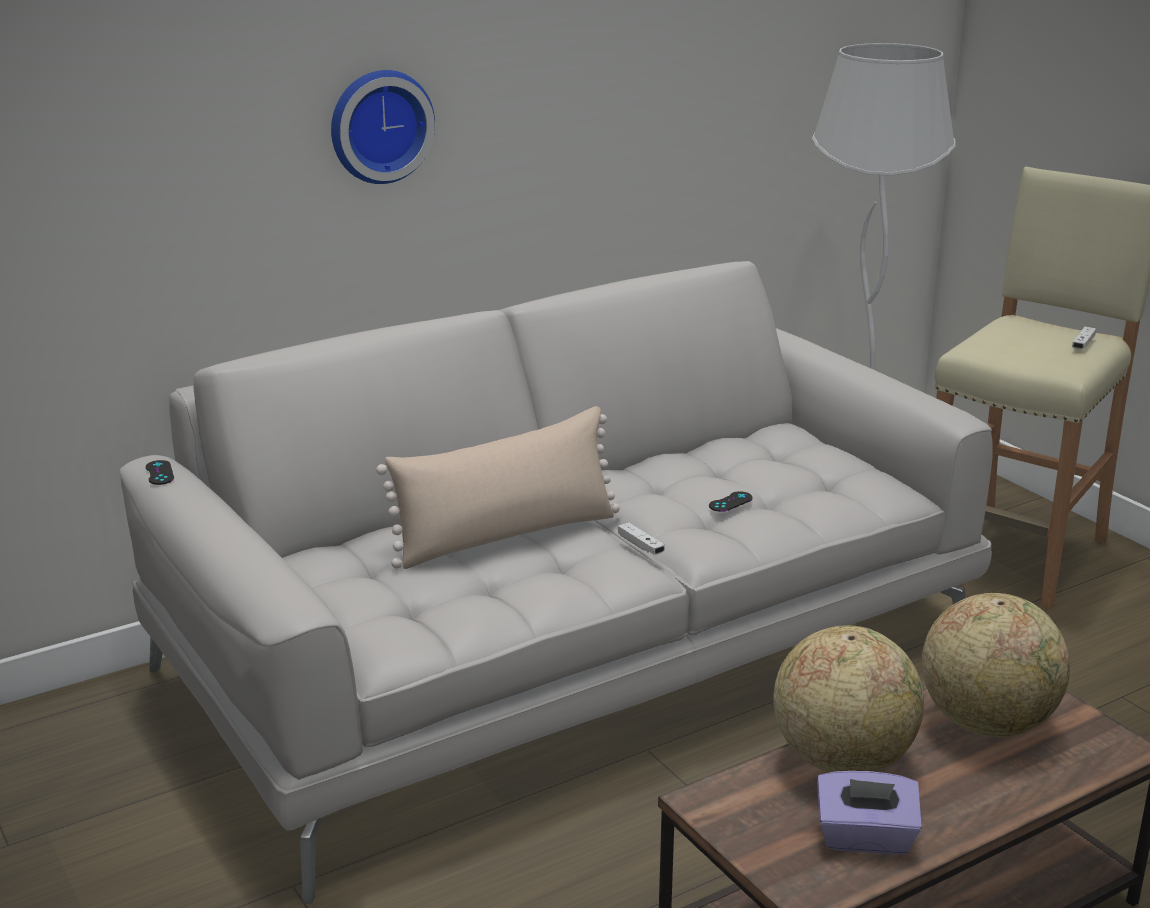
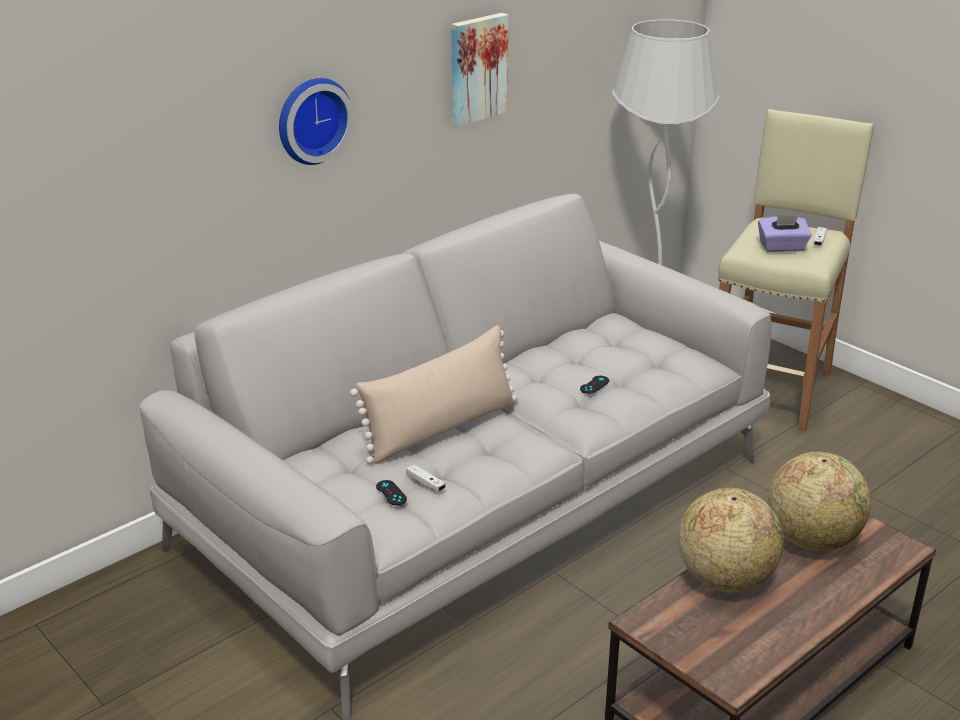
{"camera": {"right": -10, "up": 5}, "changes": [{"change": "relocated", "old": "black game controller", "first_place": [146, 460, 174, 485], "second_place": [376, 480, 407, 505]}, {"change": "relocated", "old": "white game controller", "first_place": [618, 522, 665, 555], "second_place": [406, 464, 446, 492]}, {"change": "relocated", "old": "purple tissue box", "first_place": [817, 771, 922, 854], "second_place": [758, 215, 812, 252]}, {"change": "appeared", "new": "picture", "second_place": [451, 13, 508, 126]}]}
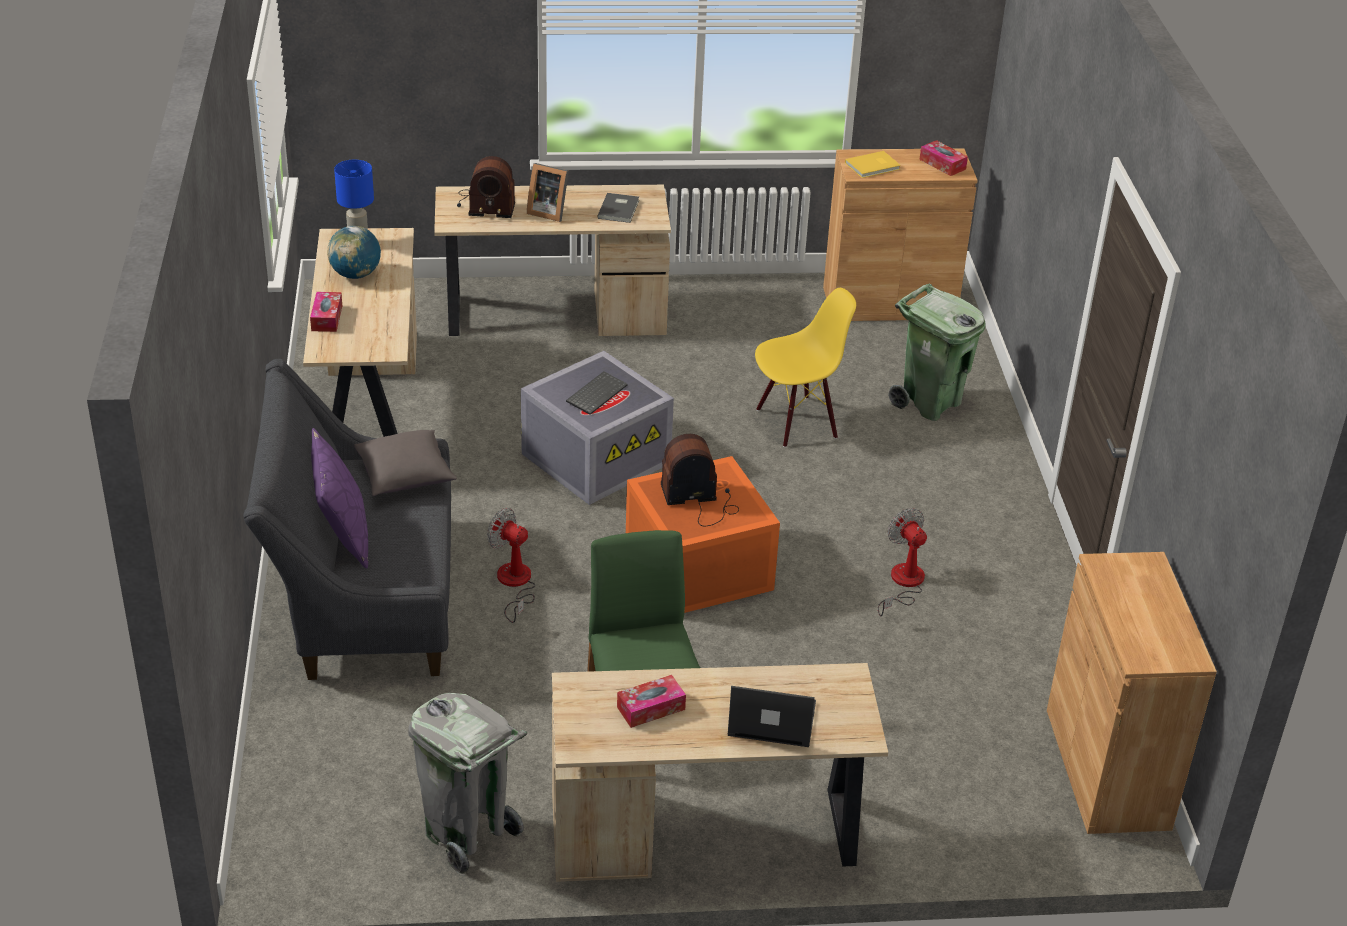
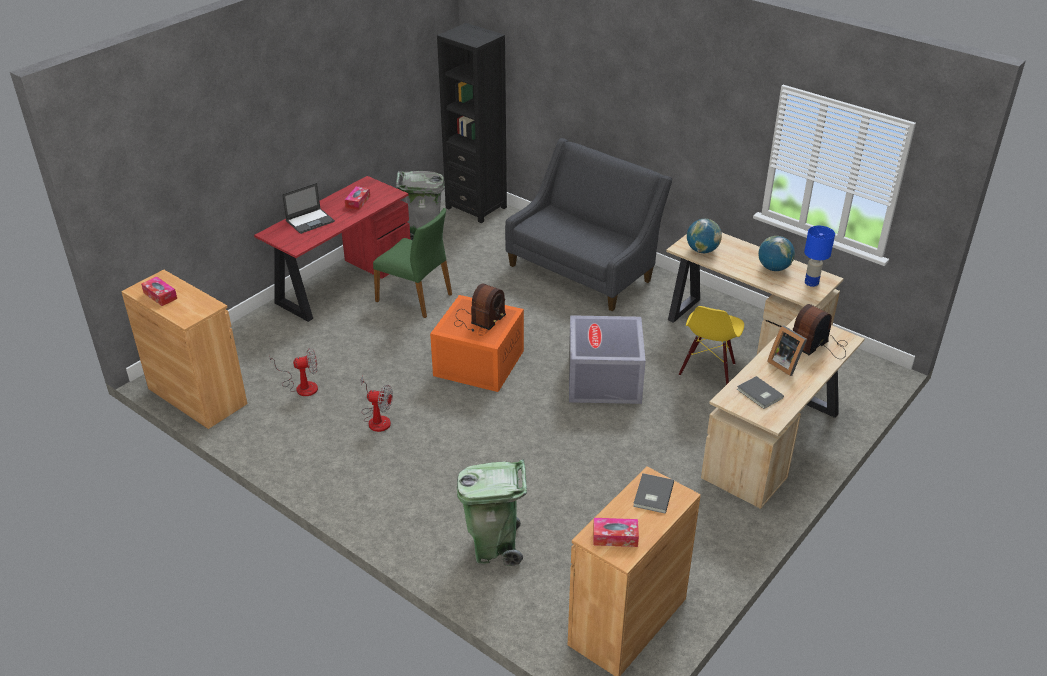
{"camera": {"right": 135, "up": 0}, "changes": [{"change": "colour", "old": "yellow book", "new": "grey book", "first_place": [845, 151, 901, 178], "second_place": [633, 473, 674, 513]}, {"change": "spun", "old": "picture frame", "first_place": [527, 163, 569, 222], "second_place": [767, 325, 807, 376], "degrees": -105}, {"change": "relocated", "old": "yellow chair", "first_place": [755, 288, 856, 448], "second_place": [679, 306, 744, 385]}, {"change": "relocated", "old": "tissue box", "first_place": [310, 292, 342, 332], "second_place": [141, 277, 177, 306]}, {"change": "missing", "old": "keyboard", "first_place": [566, 371, 628, 415]}, {"change": "missing", "old": "purple pillow", "first_place": [311, 428, 368, 569]}, {"change": "missing", "old": "grey pillow", "first_place": [354, 430, 457, 496]}, {"change": "relocated", "old": "fan", "first_place": [487, 508, 536, 623], "second_place": [269, 348, 318, 396]}, {"change": "colour", "old": "beige desk", "new": "red desk", "first_place": [552, 663, 888, 882], "second_place": [254, 176, 411, 322]}, {"change": "appeared", "new": "black bookcase", "second_place": [437, 23, 507, 223]}, {"change": "appeared", "new": "globe", "second_place": [687, 219, 722, 253]}]}
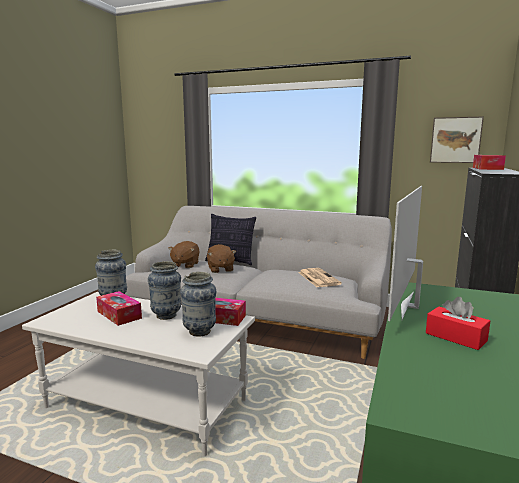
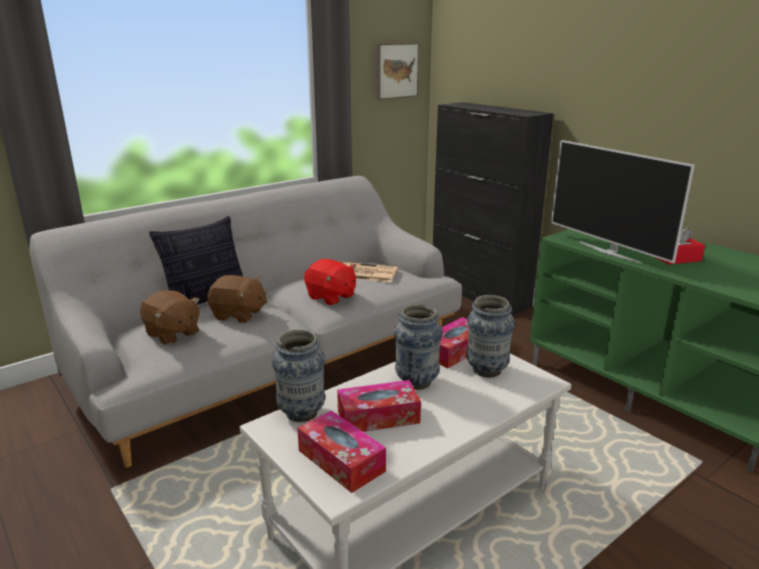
{"camera": {"right": -60, "up": 10}, "changes": [{"change": "relocated", "old": "tissue box", "first_place": [473, 155, 506, 170], "second_place": [297, 410, 386, 493]}, {"change": "appeared", "new": "red plush toy", "second_place": [304, 259, 356, 305]}]}
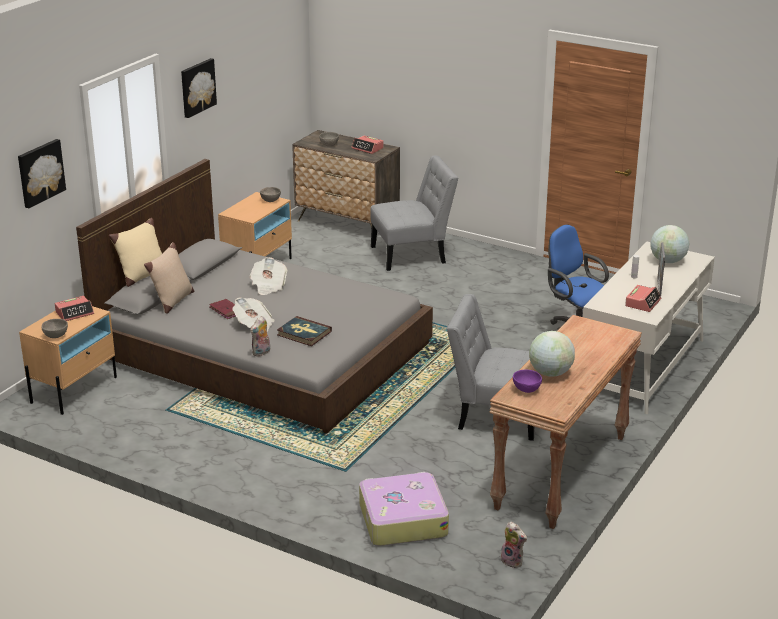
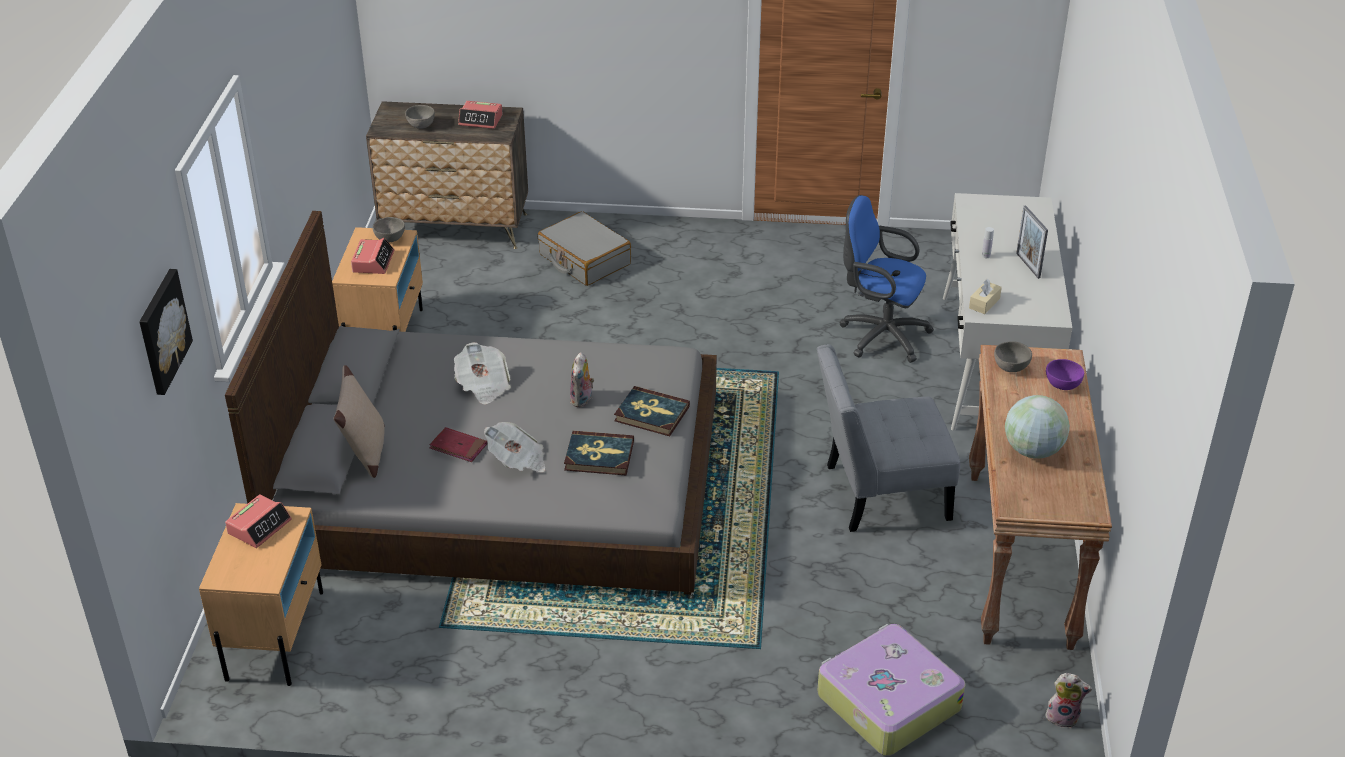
{"camera": {"right": -25, "up": 10}, "changes": [{"change": "missing", "old": "picture", "first_place": [181, 58, 217, 118]}, {"change": "exchanged", "old": "grey chair", "new": "grey suitcase", "first_place": [370, 156, 458, 271], "second_place": [538, 211, 631, 286]}, {"change": "missing", "old": "beige pillow", "first_place": [109, 218, 162, 287]}, {"change": "missing", "old": "globe", "first_place": [650, 225, 689, 263]}, {"change": "relocated", "old": "alarm clock", "first_place": [625, 285, 661, 312], "second_place": [351, 238, 394, 274]}, {"change": "relocated", "old": "plush toy", "first_place": [250, 316, 270, 357], "second_place": [570, 352, 594, 407]}, {"change": "relocated", "old": "grey bowl", "first_place": [41, 319, 68, 338], "second_place": [994, 341, 1032, 372]}, {"change": "relocated", "old": "purple bowl", "first_place": [513, 369, 542, 393], "second_place": [1046, 359, 1084, 390]}, {"change": "appeared", "new": "beige tissue box", "second_place": [969, 279, 1002, 314]}, {"change": "appeared", "new": "book", "second_place": [614, 386, 690, 436]}]}
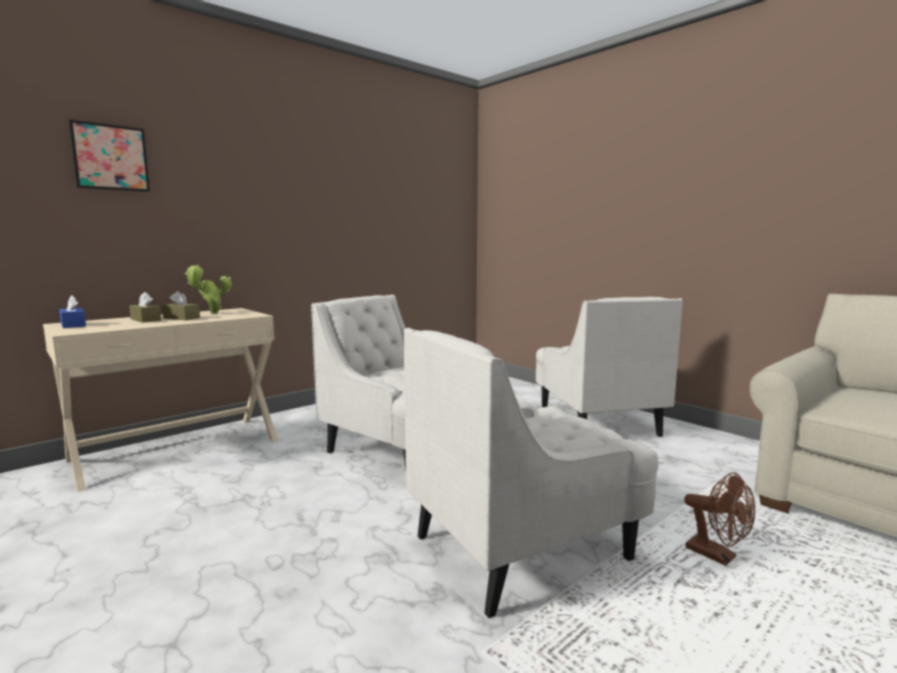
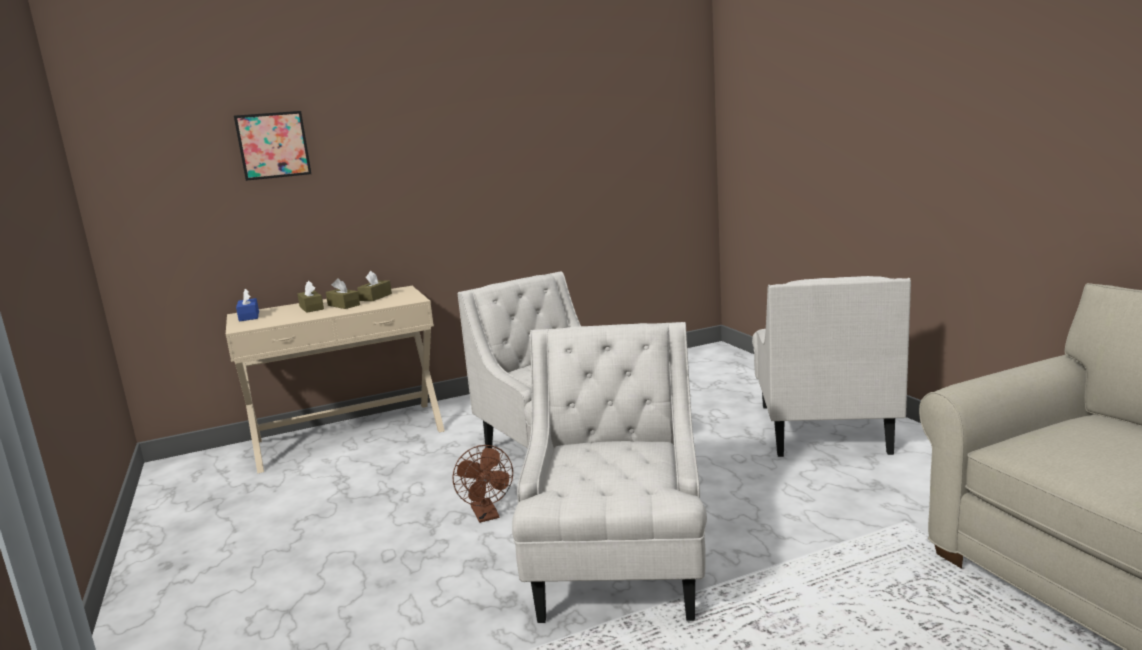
{"camera": {"right": 20, "up": 5}, "changes": [{"change": "exchanged", "old": "potted plant", "new": "brown tissue box", "first_place": [185, 265, 232, 314], "second_place": [357, 271, 392, 301]}, {"change": "spun", "old": "white armchair", "first_place": [404, 328, 659, 618], "second_place": [512, 322, 707, 623], "degrees": 105}, {"change": "relocated", "old": "brown fan", "first_place": [684, 472, 755, 566], "second_place": [452, 445, 513, 523]}]}
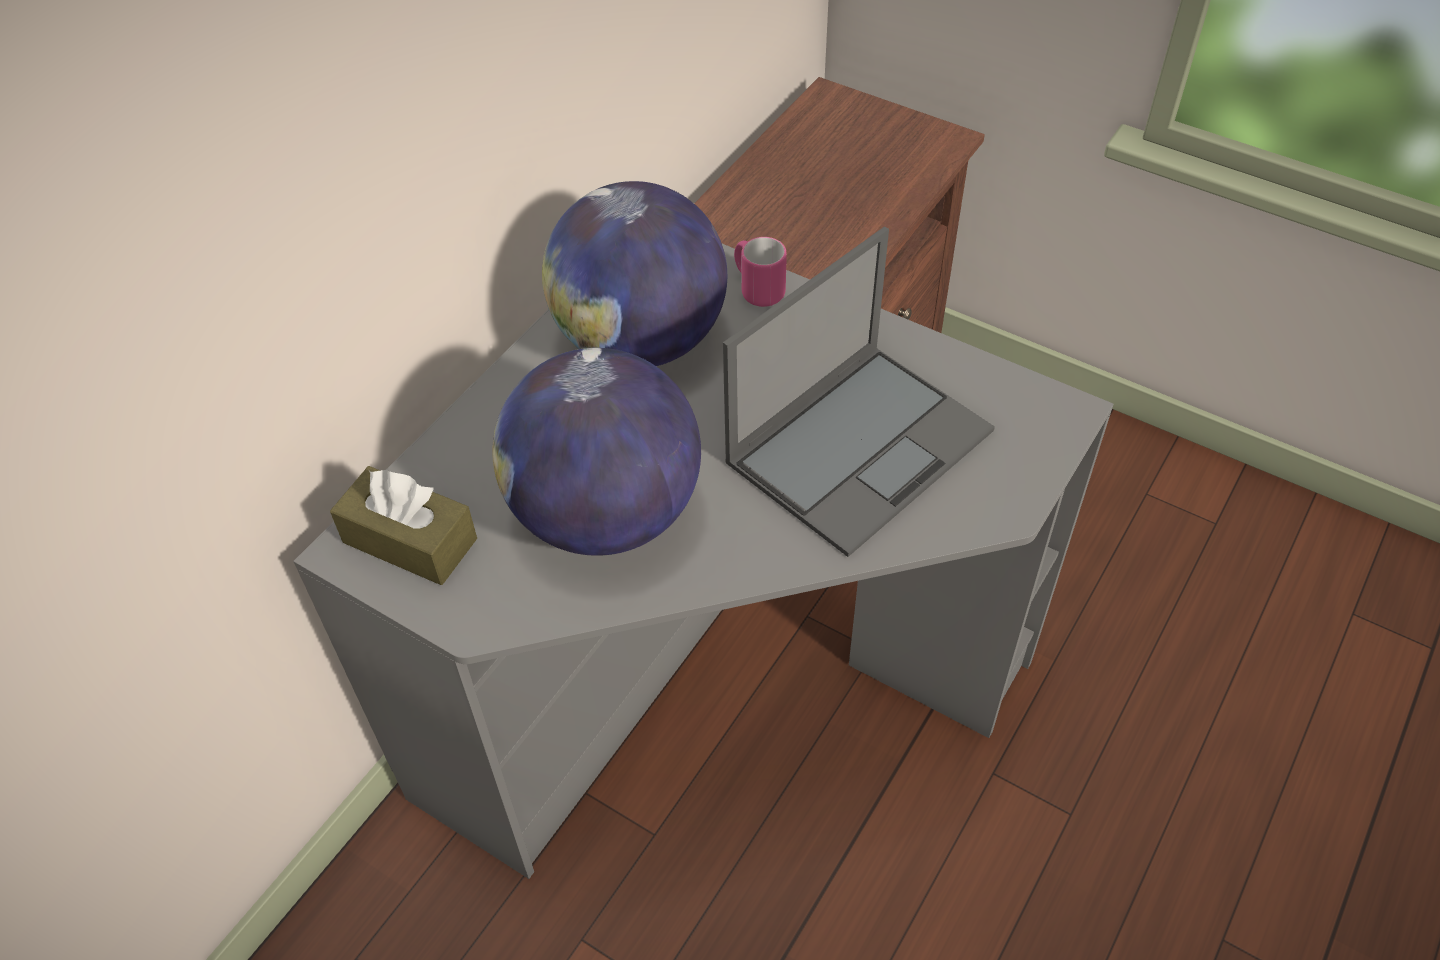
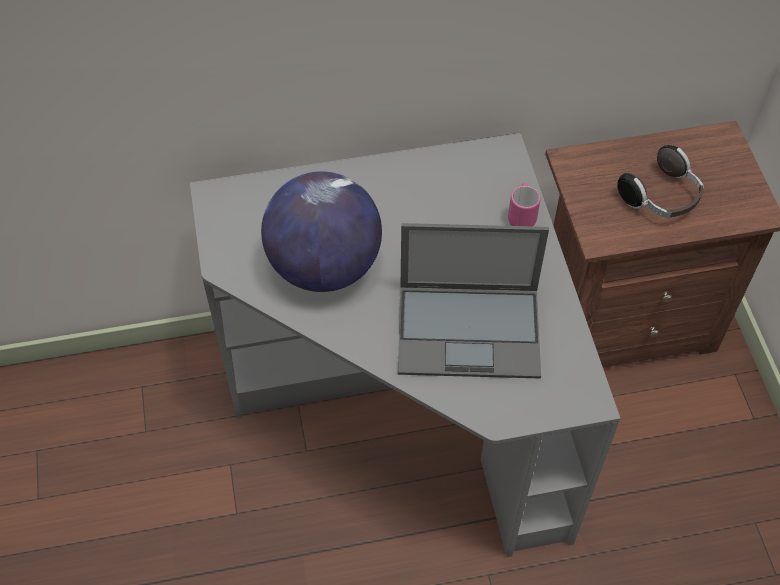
{"camera": {"right": 45, "up": 5}, "changes": [{"change": "missing", "old": "globe", "first_place": [542, 181, 727, 366]}, {"change": "missing", "old": "brown tissue box", "first_place": [330, 466, 477, 585]}, {"change": "appeared", "new": "headphones", "second_place": [617, 145, 704, 218]}]}
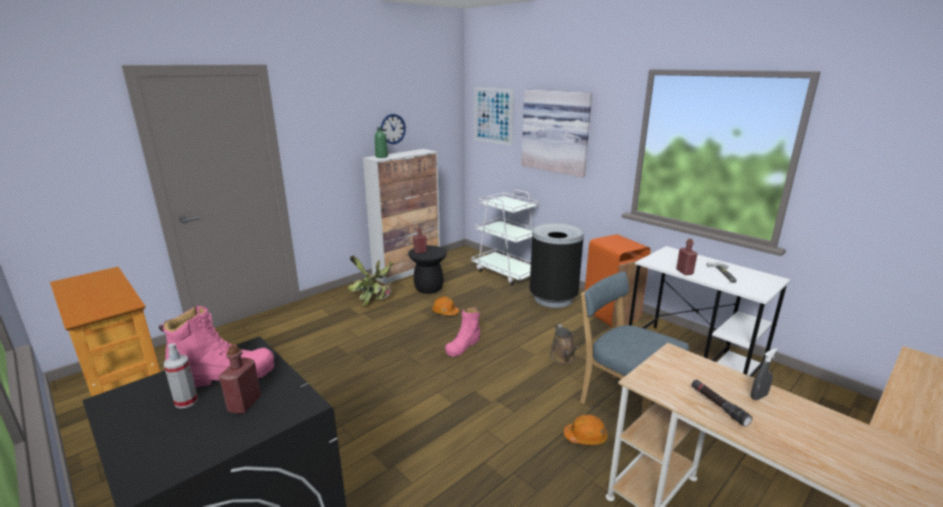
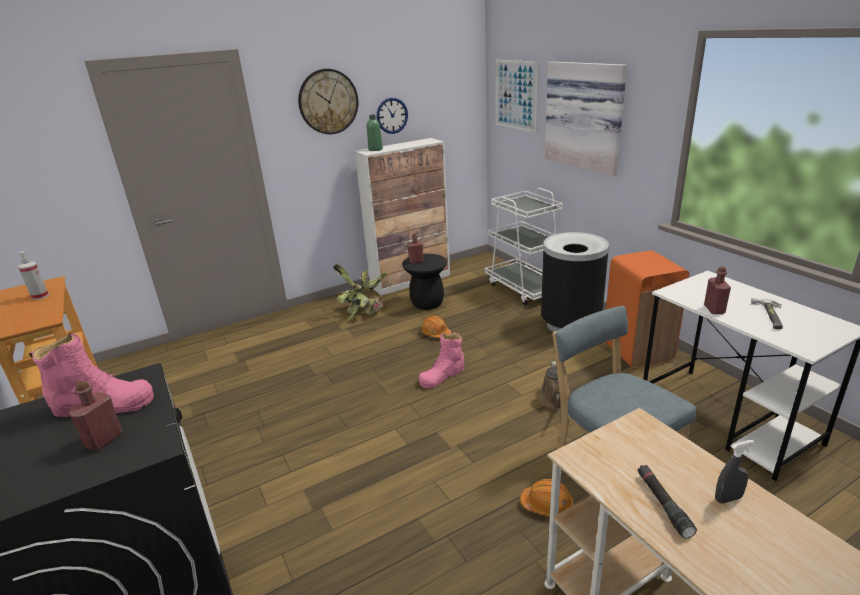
{"camera": {"right": 15, "up": 5}, "changes": [{"change": "relocated", "old": "spray bottle", "first_place": [164, 343, 198, 409], "second_place": [18, 252, 49, 300]}, {"change": "appeared", "new": "wall clock", "second_place": [298, 69, 358, 134]}]}
